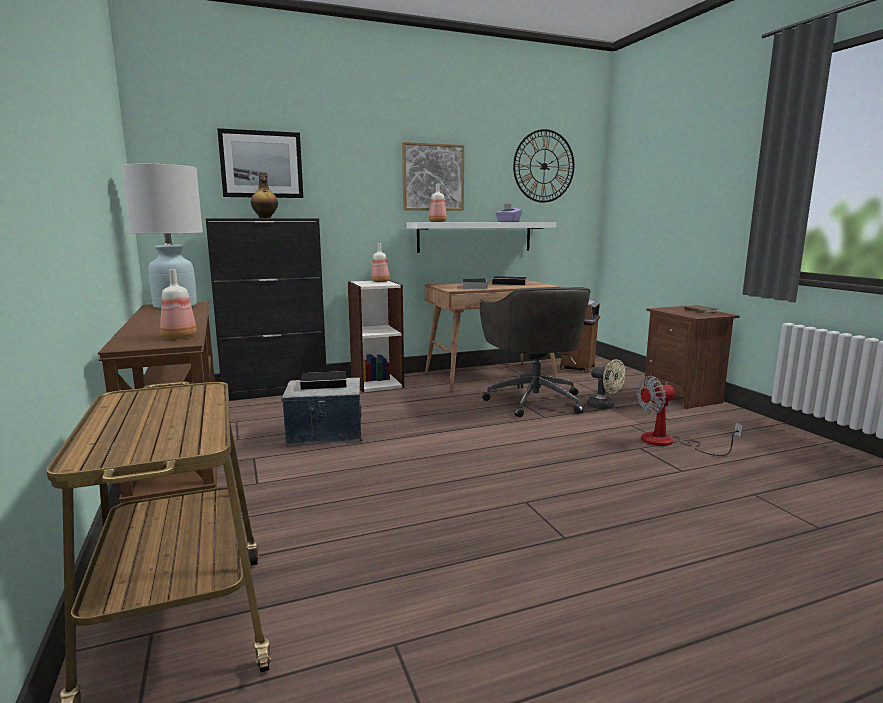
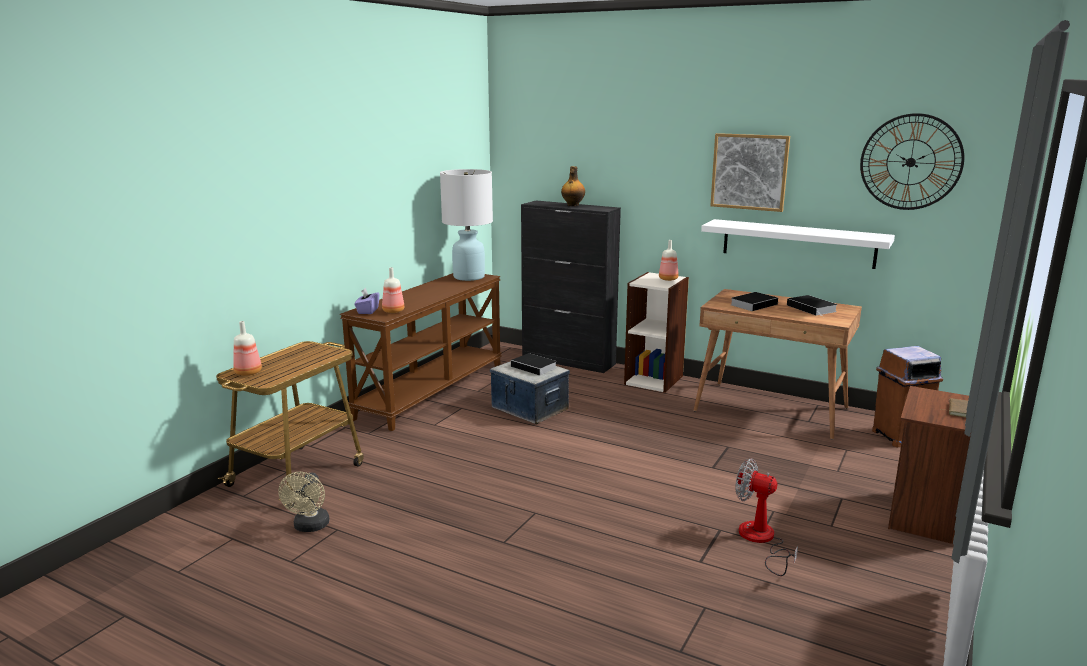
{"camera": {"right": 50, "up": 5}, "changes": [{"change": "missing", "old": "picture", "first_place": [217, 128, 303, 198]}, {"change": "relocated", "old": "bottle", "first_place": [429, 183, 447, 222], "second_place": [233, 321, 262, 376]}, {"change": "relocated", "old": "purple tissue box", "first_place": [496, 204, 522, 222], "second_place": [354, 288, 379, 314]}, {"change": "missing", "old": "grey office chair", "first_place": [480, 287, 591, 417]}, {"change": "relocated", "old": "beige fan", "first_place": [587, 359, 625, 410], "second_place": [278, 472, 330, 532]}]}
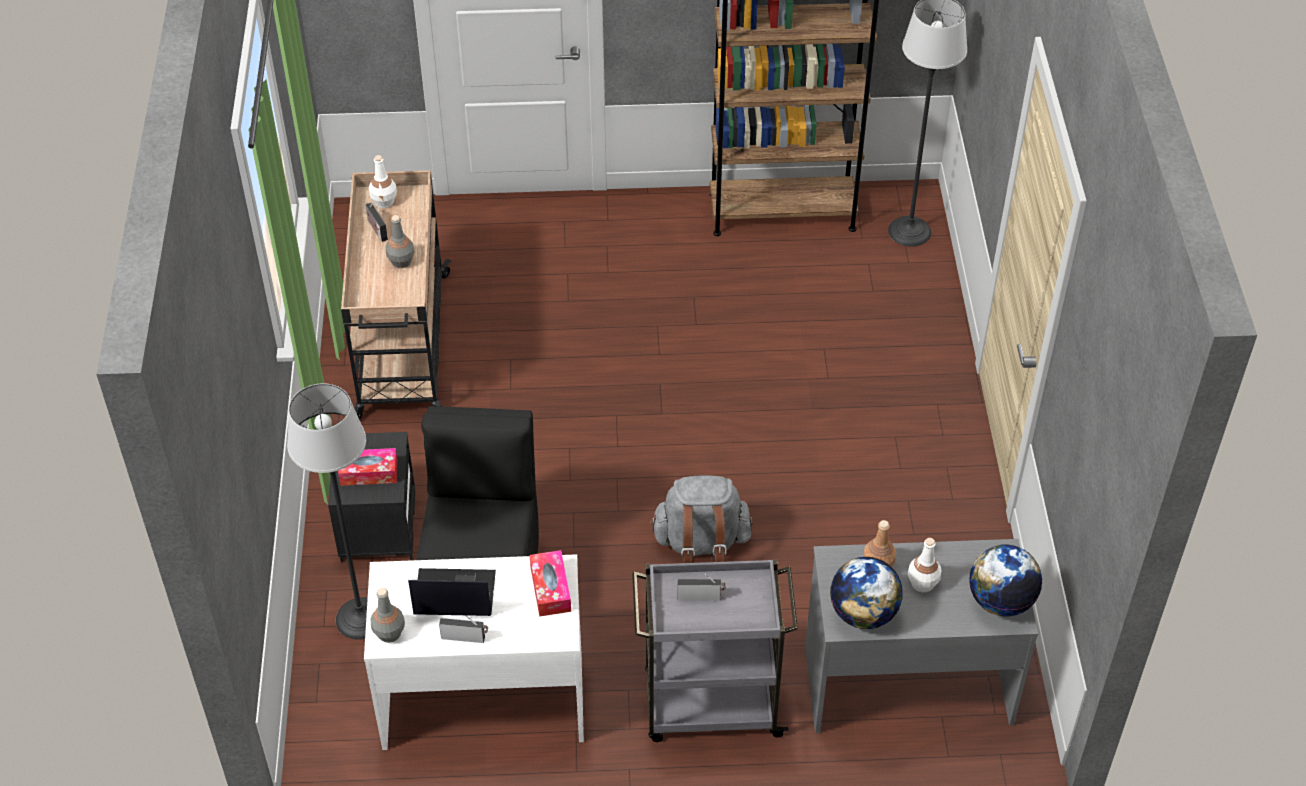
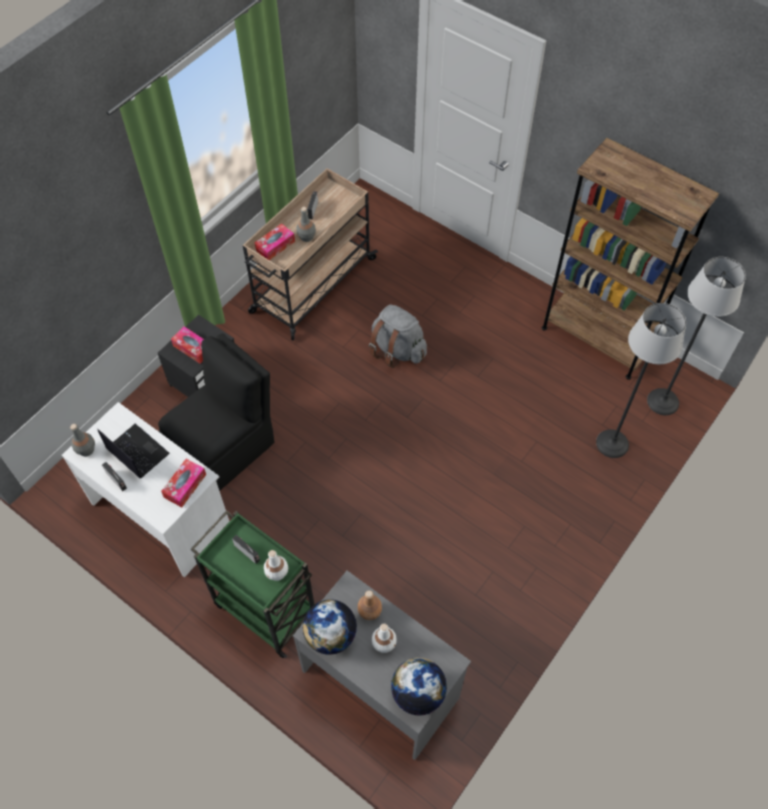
{"camera": {"right": 40, "up": 10}, "changes": [{"change": "relocated", "old": "white bottle", "first_place": [369, 155, 397, 208], "second_place": [264, 550, 288, 581]}, {"change": "relocated", "old": "floor lamp", "first_place": [287, 383, 368, 640], "second_place": [596, 303, 686, 458]}, {"change": "relocated", "old": "grey backpack", "first_place": [650, 475, 752, 563], "second_place": [369, 304, 427, 368]}, {"change": "colour", "old": "grey cart", "new": "green cart", "first_place": [632, 559, 798, 742], "second_place": [191, 511, 315, 659]}, {"change": "appeared", "new": "tissue box", "second_place": [255, 224, 295, 260]}]}
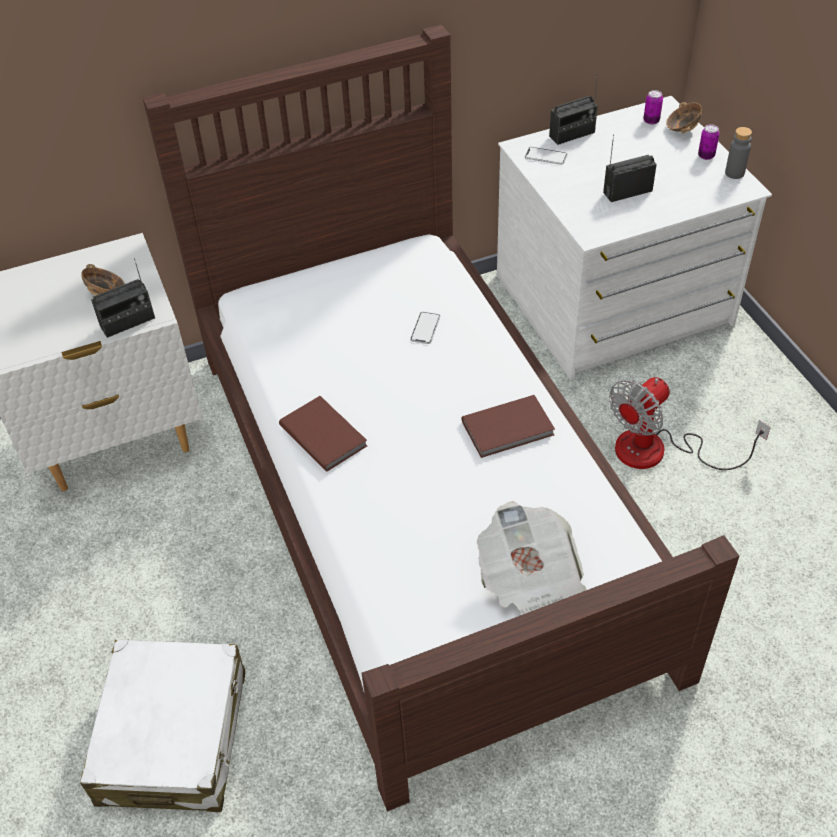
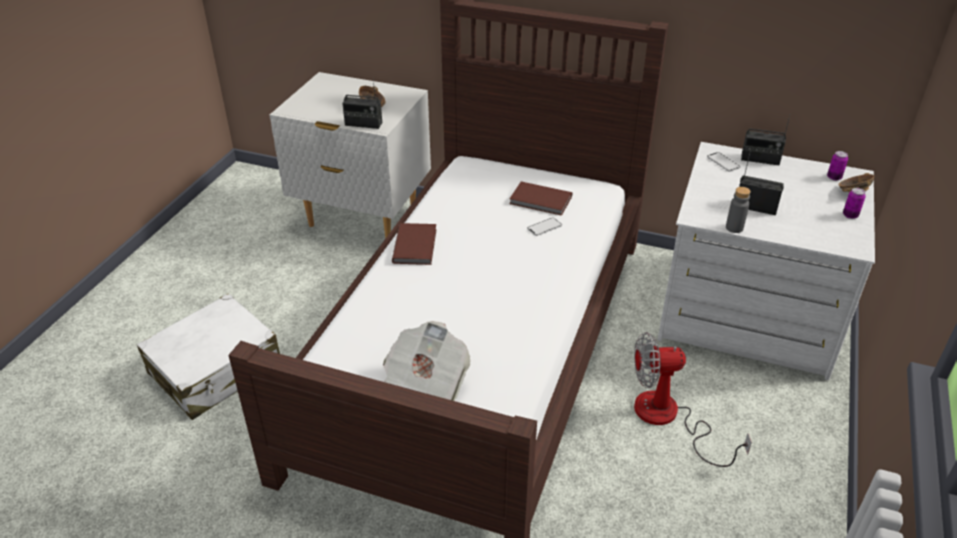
{"camera": {"right": 40, "up": -10}, "changes": [{"change": "relocated", "old": "grey bottle", "first_place": [725, 127, 752, 179], "second_place": [726, 187, 751, 233]}, {"change": "relocated", "old": "brown book", "first_place": [461, 395, 555, 458], "second_place": [509, 181, 572, 216]}]}
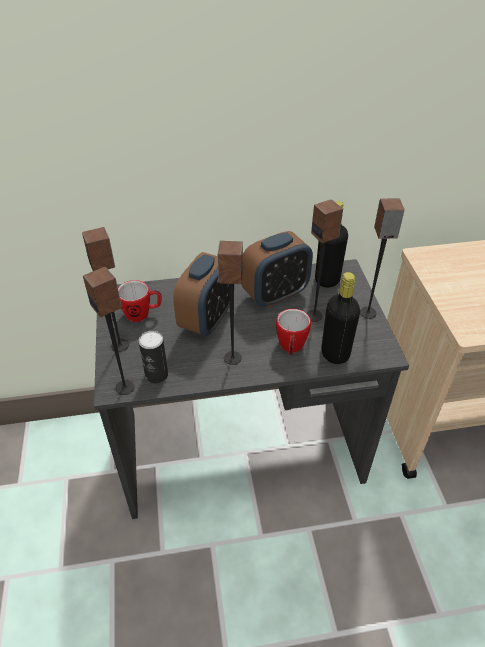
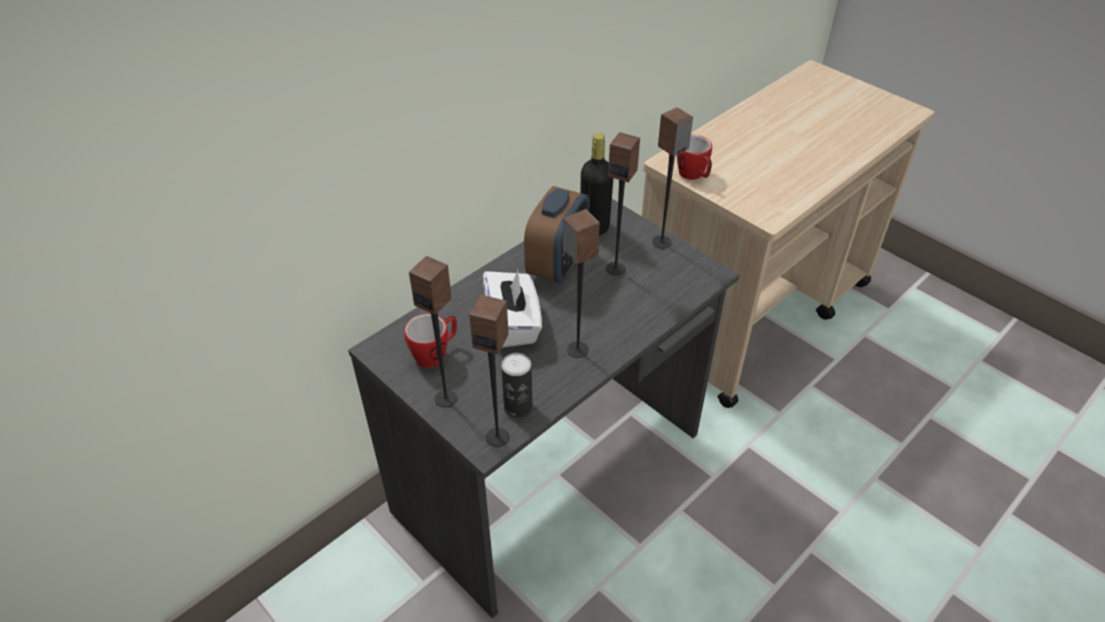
{"camera": {"right": -35, "up": 0}, "changes": [{"change": "exchanged", "old": "alarm clock", "new": "white tissue box", "first_place": [173, 252, 230, 336], "second_place": [483, 270, 542, 348]}, {"change": "missing", "old": "black bottle", "first_place": [321, 272, 360, 364]}, {"change": "relocated", "old": "mug", "first_place": [276, 309, 311, 355], "second_place": [677, 135, 712, 180]}]}
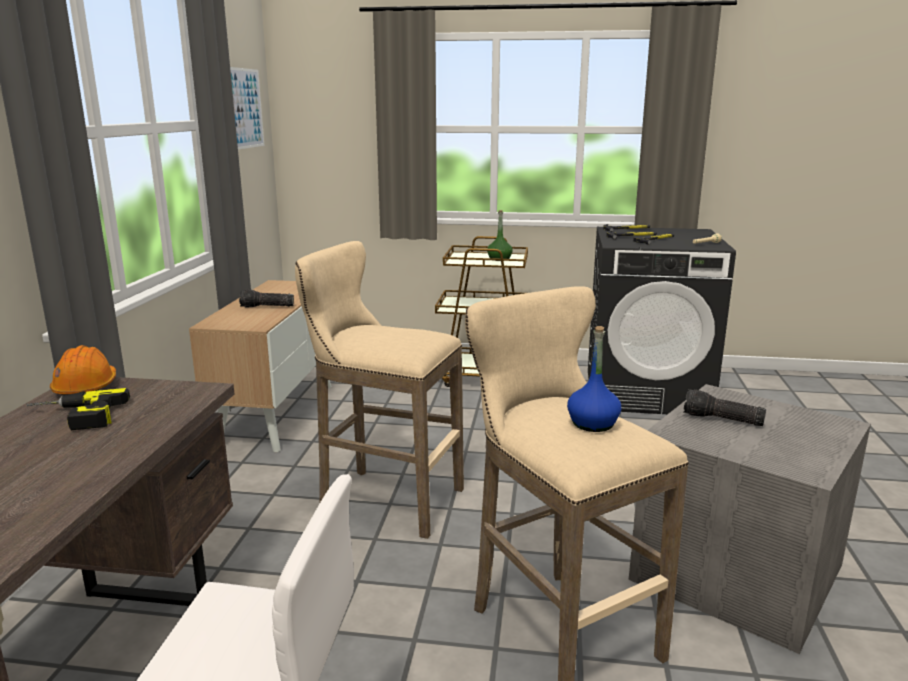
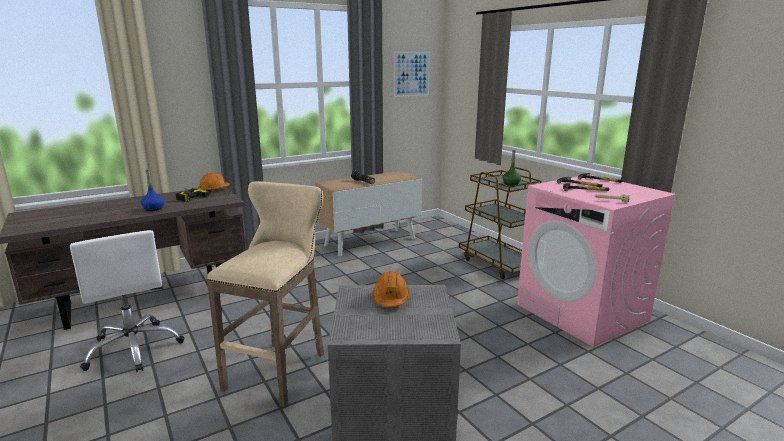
{"camera": {"right": 50, "up": 0}, "changes": [{"change": "colour", "old": "black washing machine", "new": "pink washing machine", "first_place": [588, 227, 736, 414], "second_place": [517, 175, 676, 347]}, {"change": "missing", "old": "beige stool", "first_place": [295, 241, 464, 539]}, {"change": "relocated", "old": "blue bottle", "first_place": [567, 326, 621, 432], "second_place": [141, 169, 164, 211]}, {"change": "exchanged", "old": "flashlight", "new": "orange hard hat", "first_place": [683, 389, 766, 426], "second_place": [372, 271, 409, 307]}]}
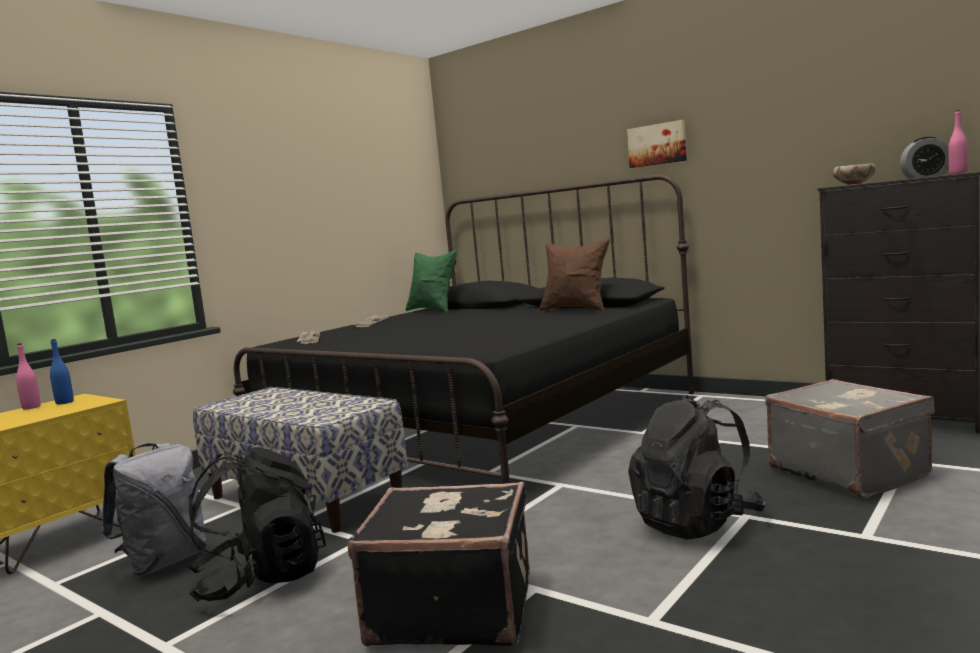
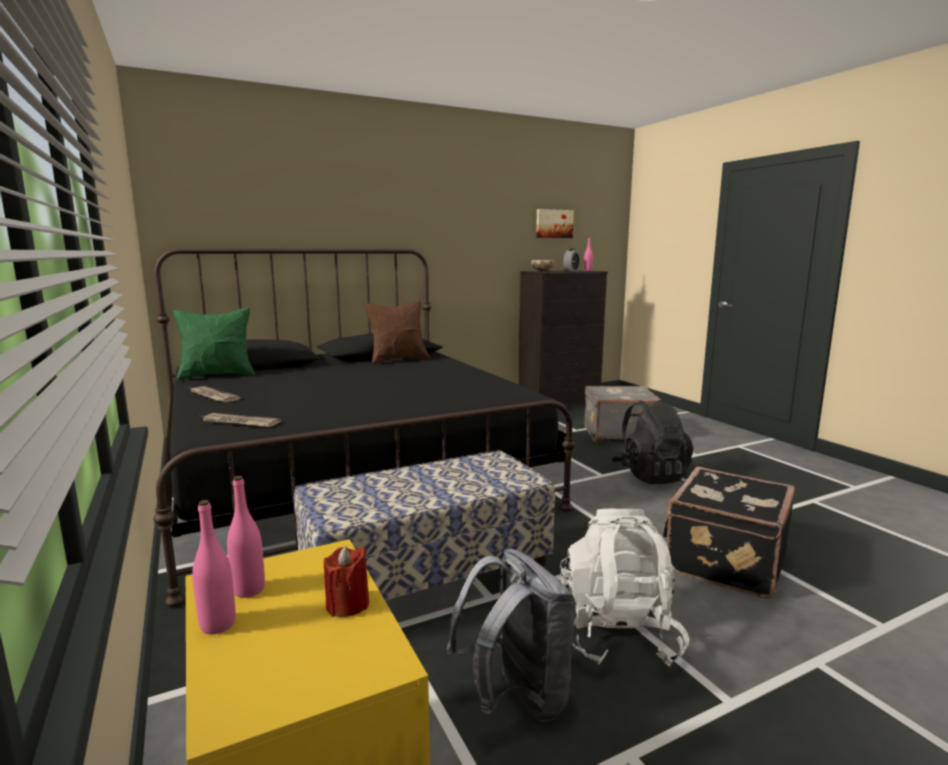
{"camera": {"right": -65, "up": 5}, "changes": [{"change": "relocated", "old": "picture", "first_place": [627, 120, 687, 168], "second_place": [536, 209, 574, 238]}, {"change": "colour", "old": "blue bottle", "new": "pink bottle", "first_place": [50, 339, 74, 405], "second_place": [227, 476, 265, 598]}, {"change": "colour", "old": "black backpack", "new": "white backpack", "first_place": [188, 447, 326, 602], "second_place": [560, 509, 690, 667]}, {"change": "appeared", "new": "red candle", "second_place": [324, 546, 369, 617]}]}
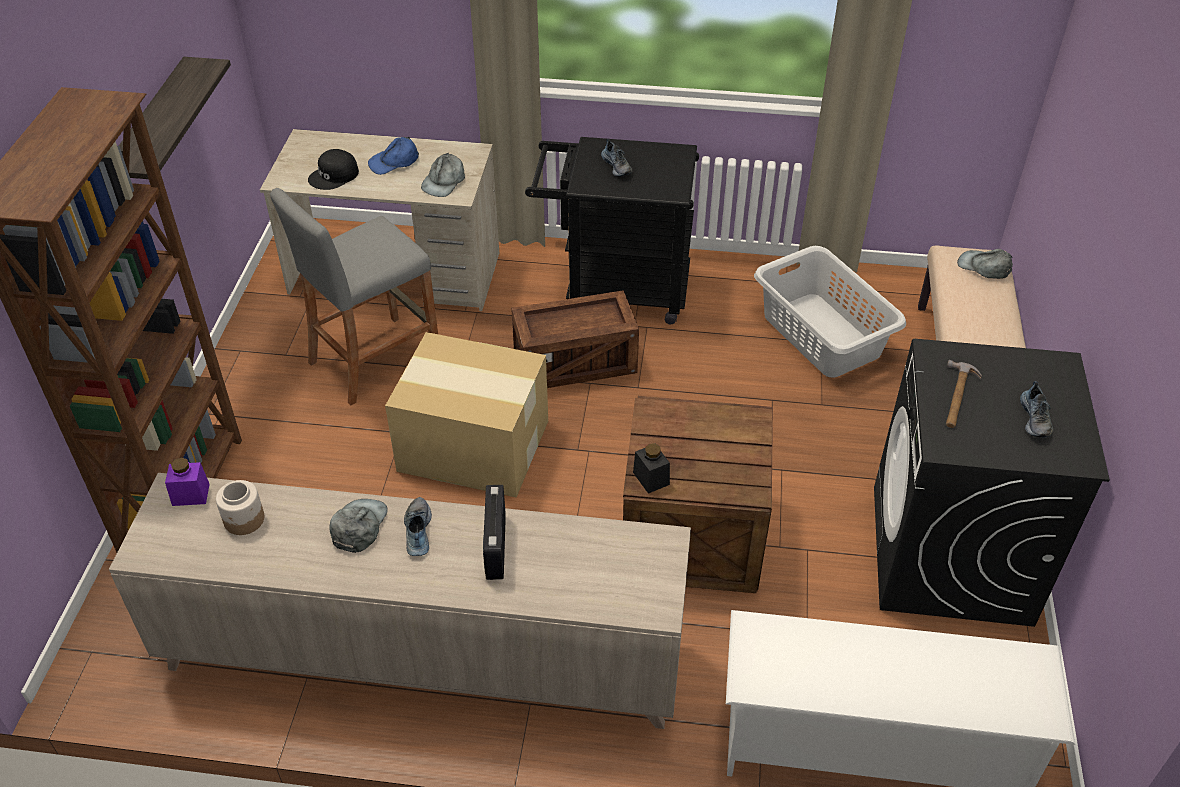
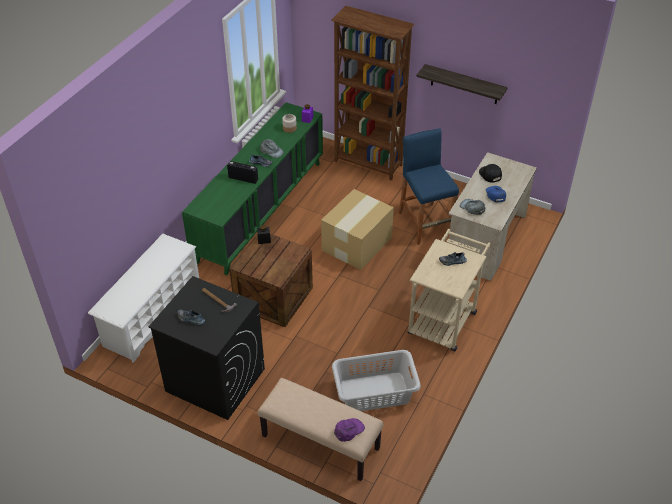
{"camera": {"right": 110, "up": 0}, "changes": [{"change": "colour", "old": "black cart", "new": "beige cart", "first_place": [525, 137, 699, 324], "second_place": [408, 229, 490, 352]}, {"change": "colour", "old": "grey stool", "new": "blue stool", "first_place": [270, 188, 438, 405], "second_place": [398, 128, 459, 245]}, {"change": "colour", "old": "grey cap", "new": "purple cap", "first_place": [957, 249, 1013, 279], "second_place": [334, 418, 365, 442]}, {"change": "missing", "old": "crate", "first_place": [511, 290, 639, 388]}, {"change": "colour", "old": "beige cabinet", "new": "green cabinet", "first_place": [109, 473, 691, 729], "second_place": [182, 102, 323, 275]}]}
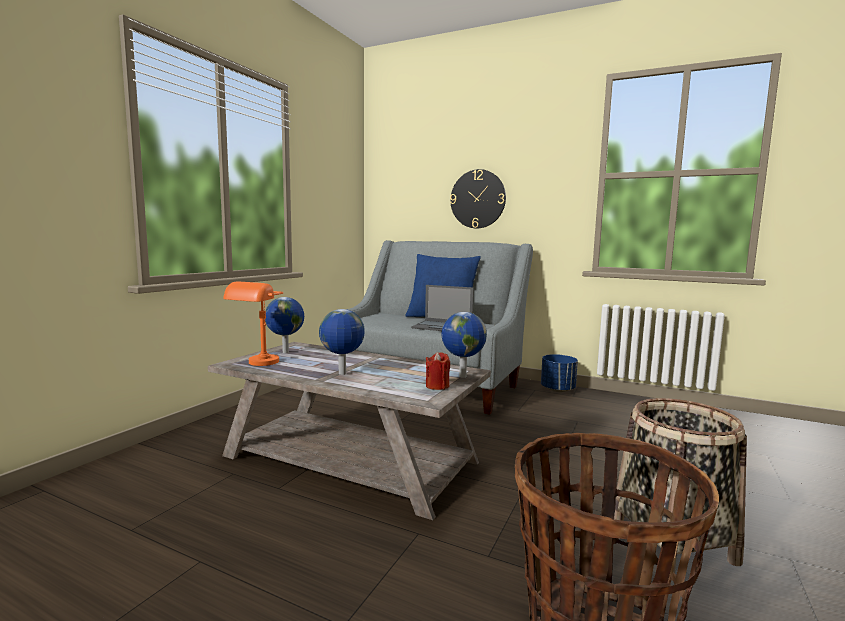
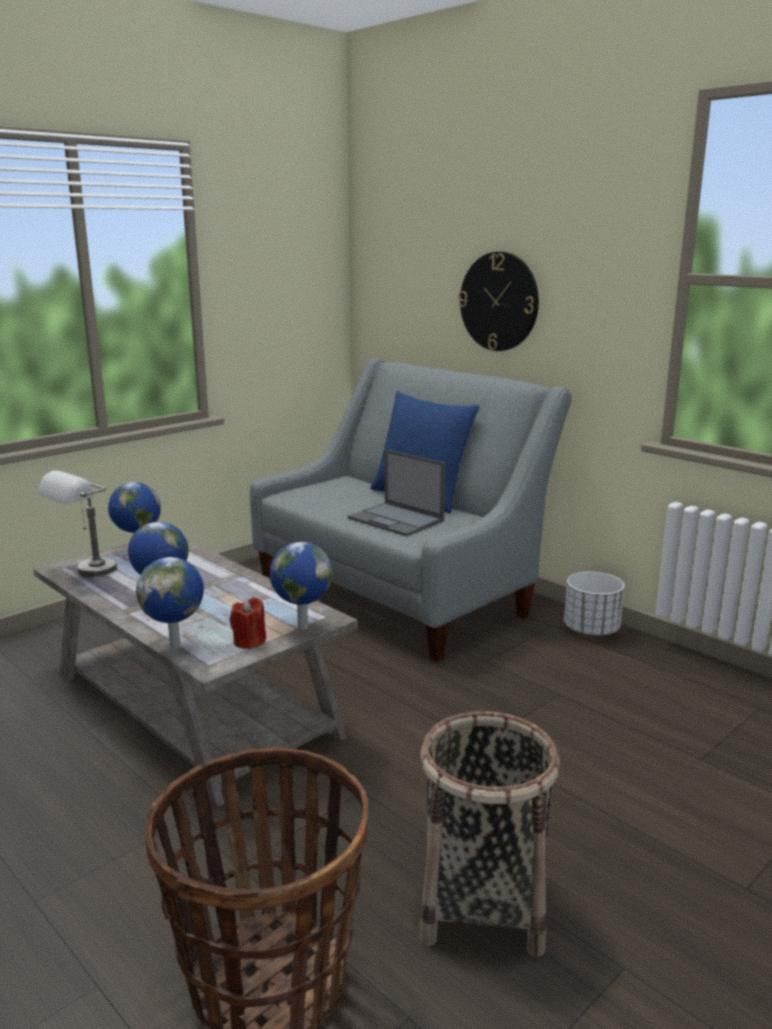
{"camera": {"right": 20, "up": 10}, "changes": [{"change": "colour", "old": "orange table lamp", "new": "grey table lamp", "first_place": [223, 282, 283, 366], "second_place": [38, 470, 117, 577]}, {"change": "colour", "old": "blue planter", "new": "white planter", "first_place": [541, 354, 578, 392], "second_place": [564, 572, 625, 636]}, {"change": "appeared", "new": "globe", "second_place": [136, 557, 204, 649]}]}
